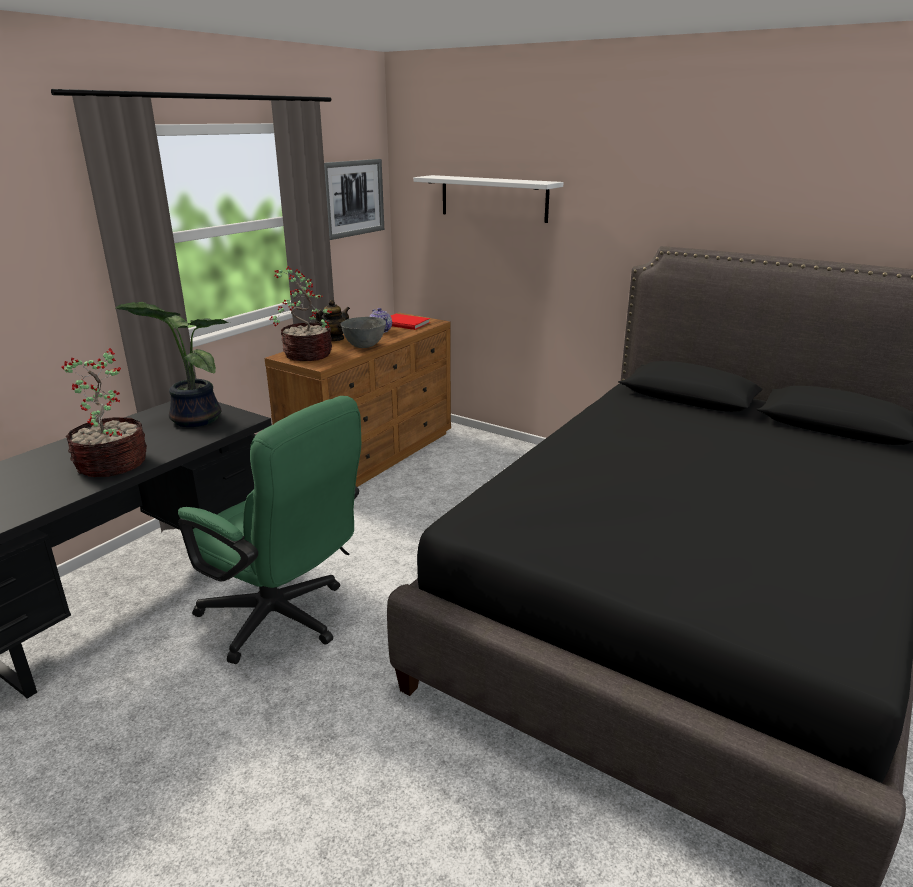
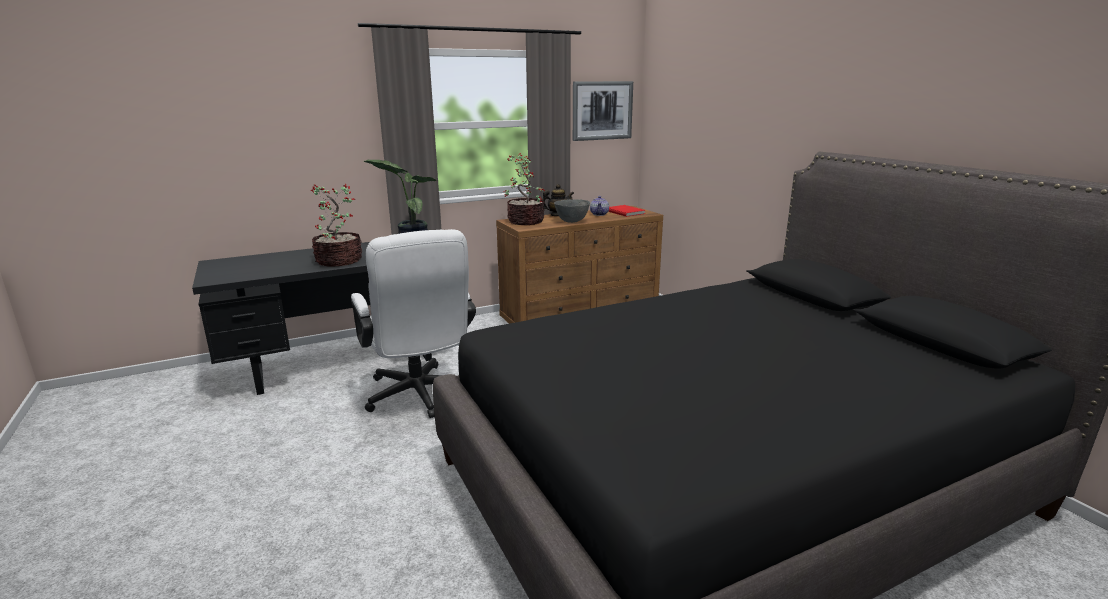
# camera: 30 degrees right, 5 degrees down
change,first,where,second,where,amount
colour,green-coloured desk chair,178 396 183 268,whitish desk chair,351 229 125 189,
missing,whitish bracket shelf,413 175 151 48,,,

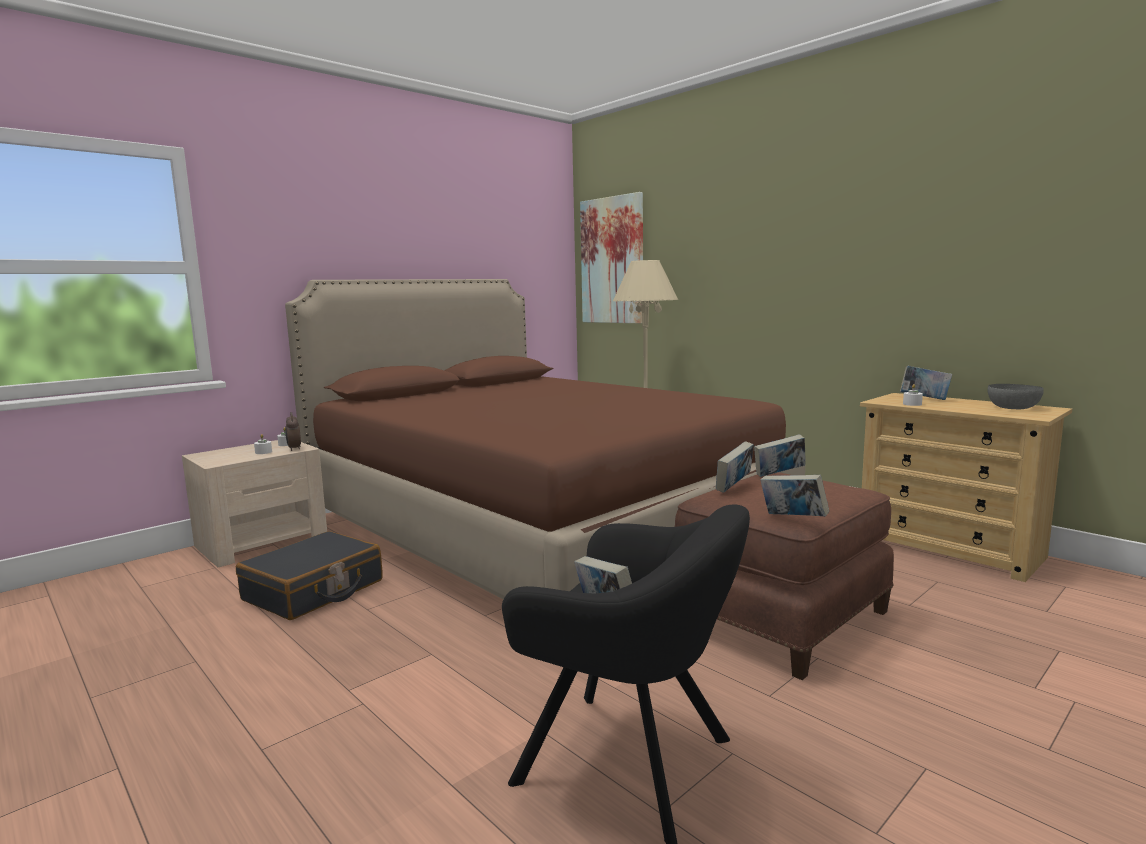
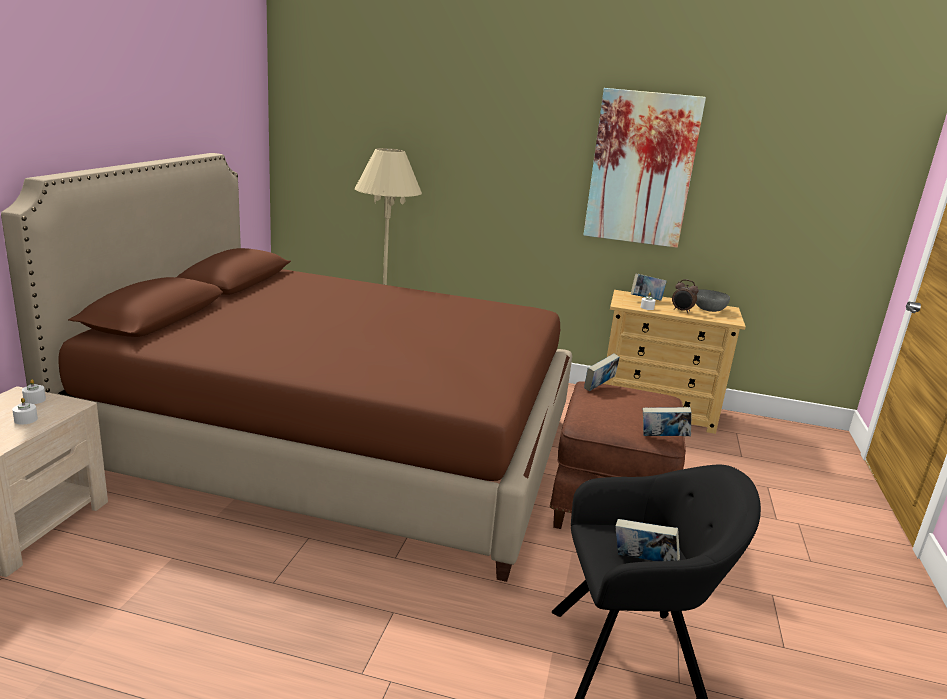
# camera: 35 degrees left, 10 degrees up
change,first,where,second,where,amount
missing,blackish suitcase,236 531 147 89,,,
relocated,alarm clock,285 412 16 39,,672 279 27 34,
relocated,picture,580 192 63 132,,583 88 123 160,
missing,book,716 441 38 52,,,

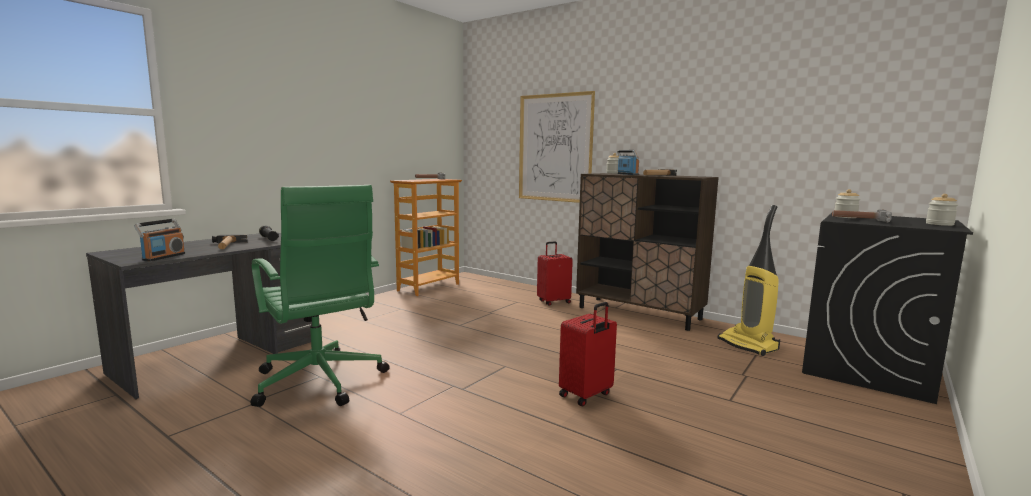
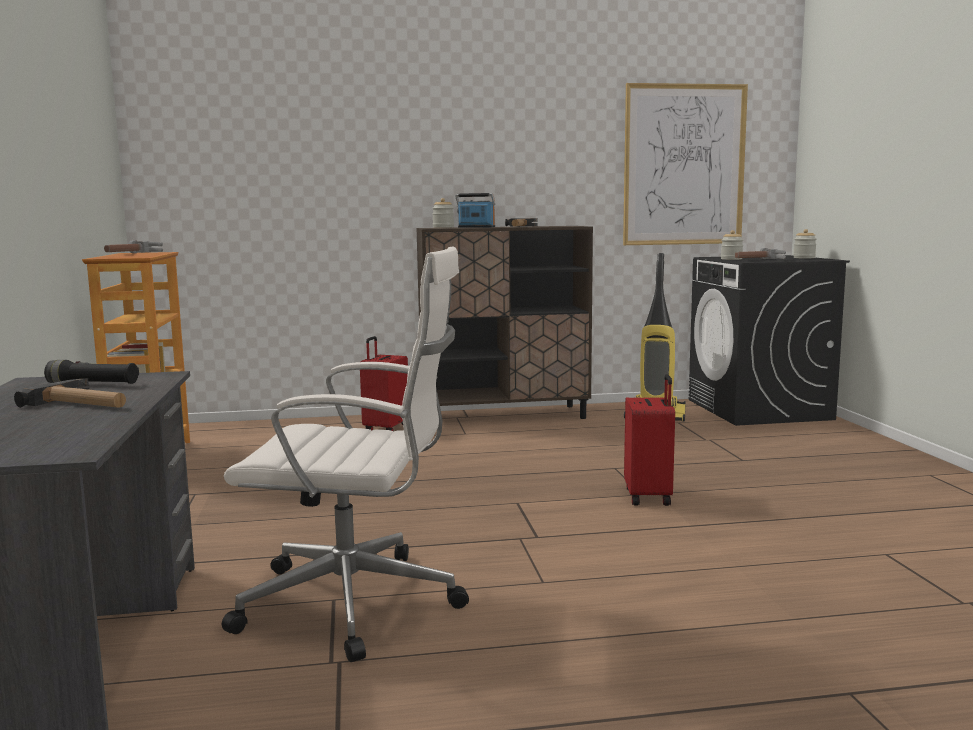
# camera: 45 degrees left, 0 degrees up
change,first,where,second,where,amount
missing,radio,134 219 51 42,,,
colour,green-coloured desk chair,250 185 140 222,whitish desk chair,222 247 247 415,
relocated,picture,519 91 76 112,,623 83 125 162,

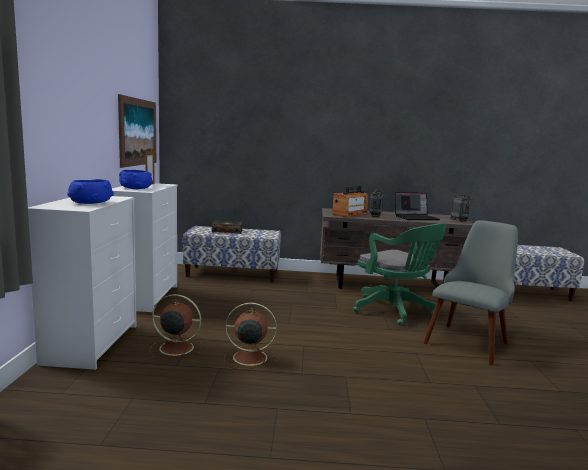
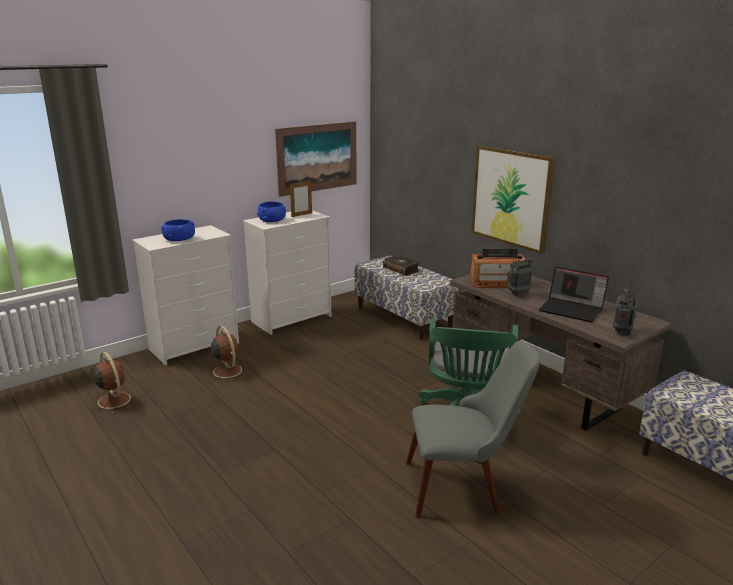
# camera: 50 degrees right, 10 degrees up
change,first,where,second,where,amount
relocated,brown-coloured cooling fan,224 303 53 67,,88 352 50 61,
appeared,,,picture,471 145 84 109,

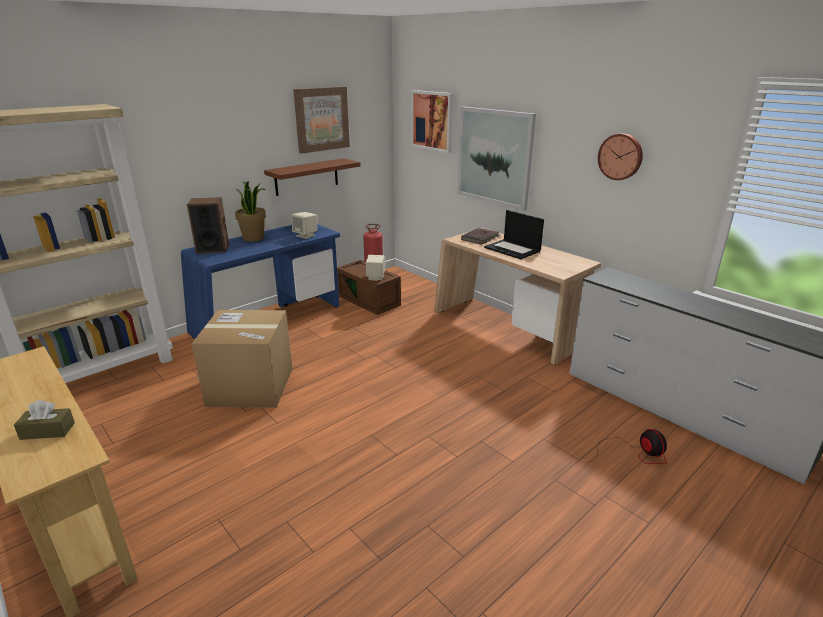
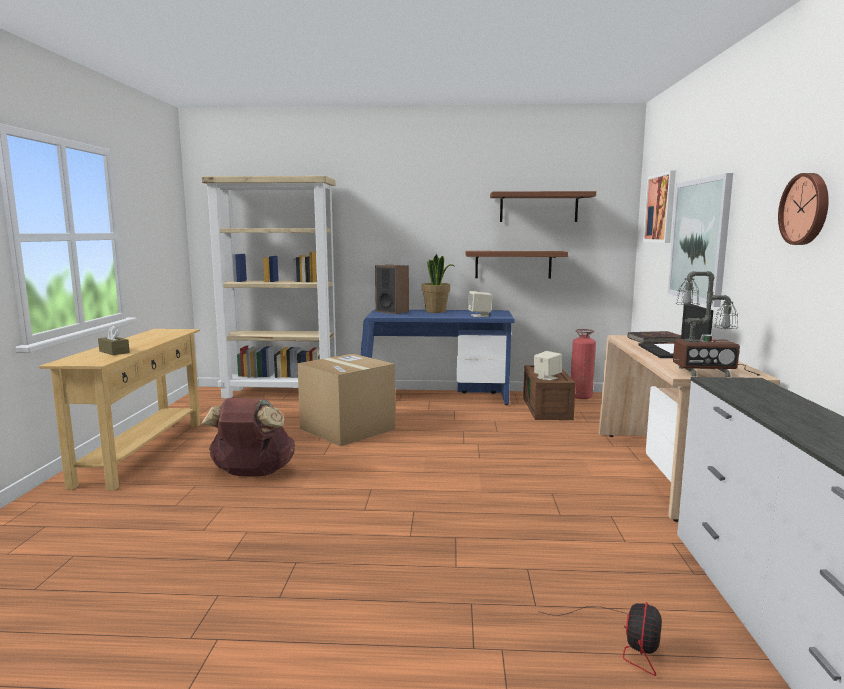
# camera: 45 degrees right, 15 degrees down
change,first,where,second,where,amount
exchanged,picture,293 87 57 67,bracket shelf,490 191 106 31,
appeared,,,brown-coloured knapsack,202 398 93 79,
appeared,,,tabletop lamp,673 271 87 106,

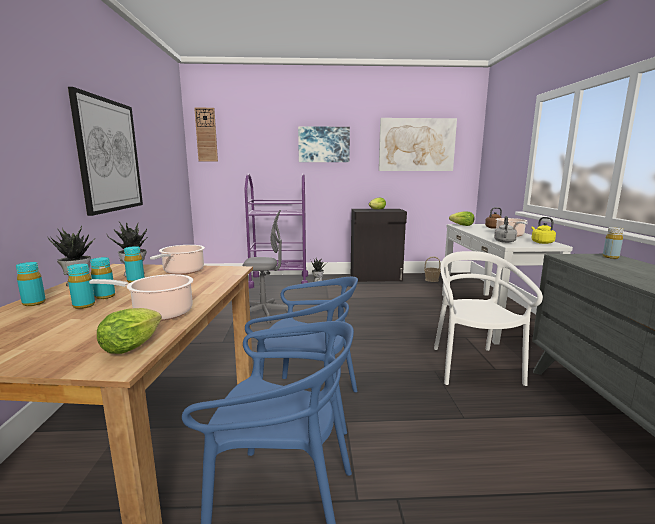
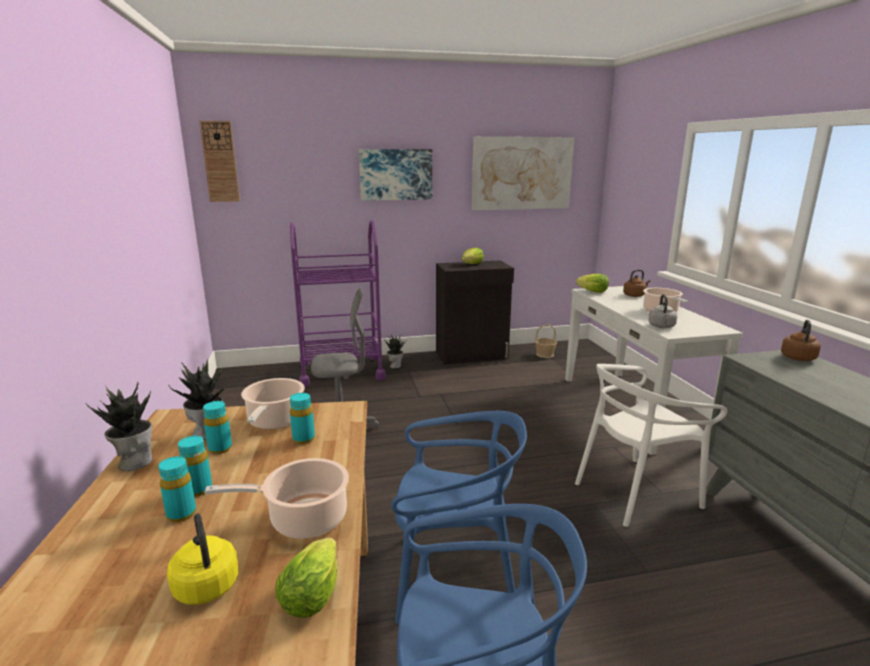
# camera: 10 degrees left, 5 degrees up
change,first,where,second,where,amount
relocated,turquoise-coloured bottle,16 262 30 44,,290 393 25 51,
missing,picture,68 87 75 129,,,
spun,whitish chair,434 251 109 135,,575 364 152 163,105 degrees counterclockwise
relocated,yellow water kettle,531 217 25 27,,167 513 72 92,
exchanged,yellow bottle,603 227 21 32,brown-coloured water kettle,781 320 40 41,

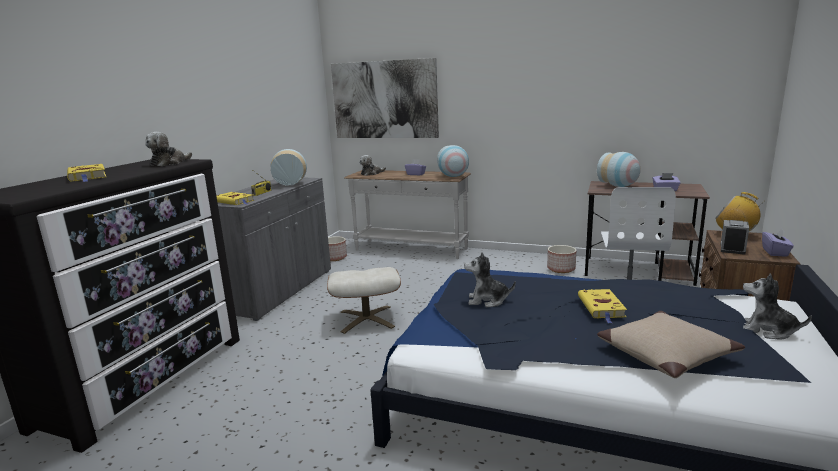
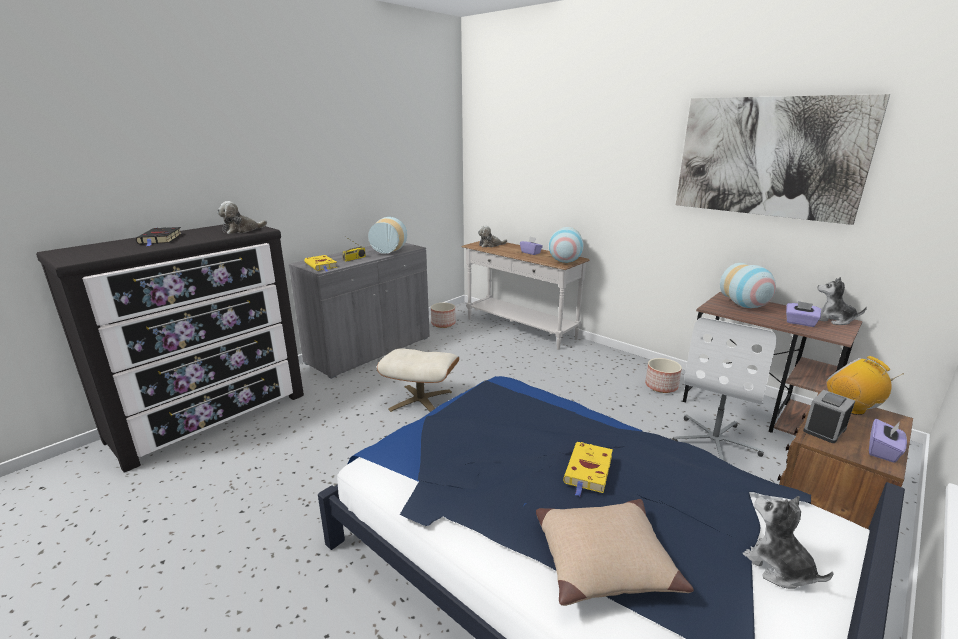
# camera: 20 degrees right, 5 degrees up
change,first,where,second,where,amount
colour,yellow book,67 164 39 18,blackish book,136 227 46 19,
relocated,picture,331 58 108 80,,676 94 214 131,
relocated,plush toy,464 252 52 55,,817 277 50 48,

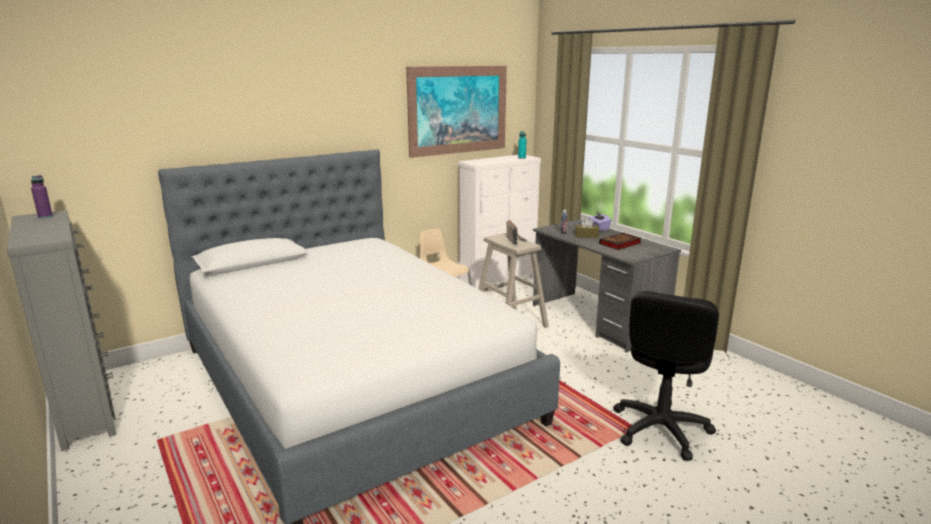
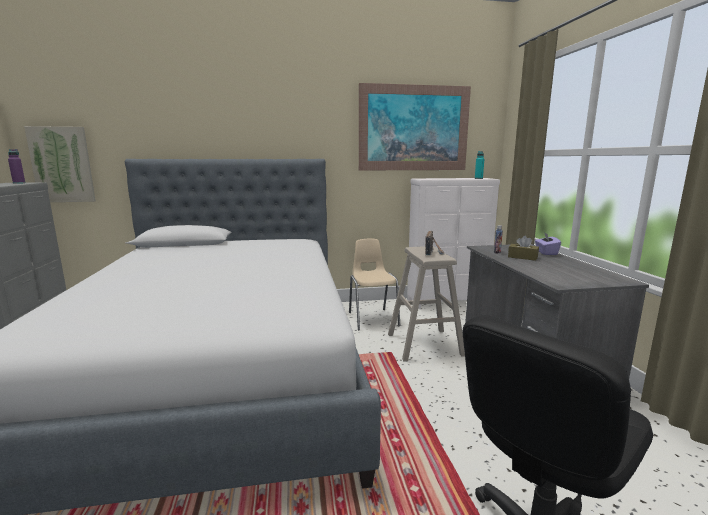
# camera: 25 degrees right, 5 degrees down
change,first,where,second,where,amount
missing,book,599 232 42 18,,,
appeared,,,picture,24 126 72 76,

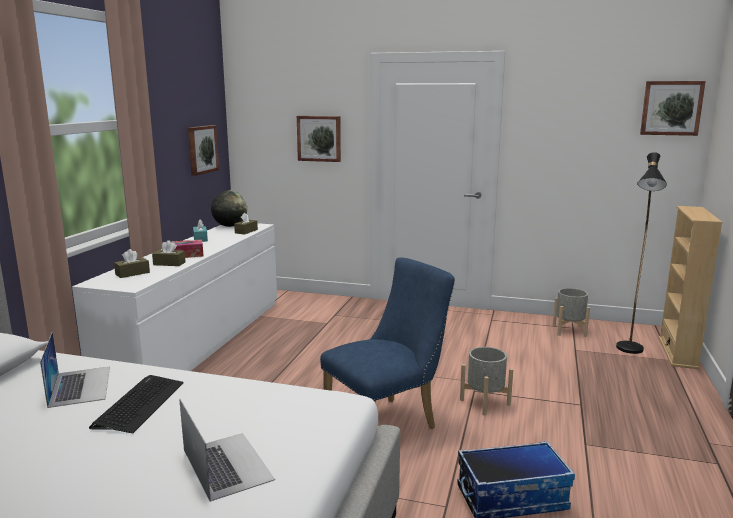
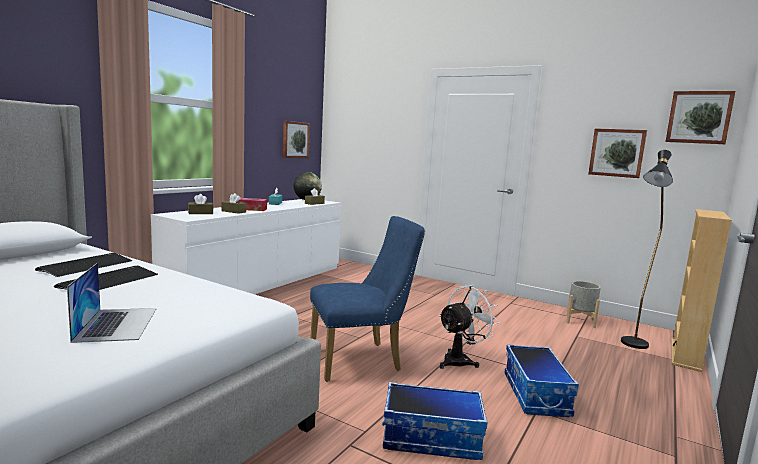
# camera: 15 degrees right, 5 degrees down
change,first,where,second,where,amount
exchanged,notebook computer,40 332 70 76,PC keyboard,35 253 97 24,
relocated,picture,297 116 44 46,,588 128 59 50,
exchanged,grey plant pot,460 347 53 68,whitish cooling fan,439 285 61 84,
appeared,,,storage container,504 344 75 73,

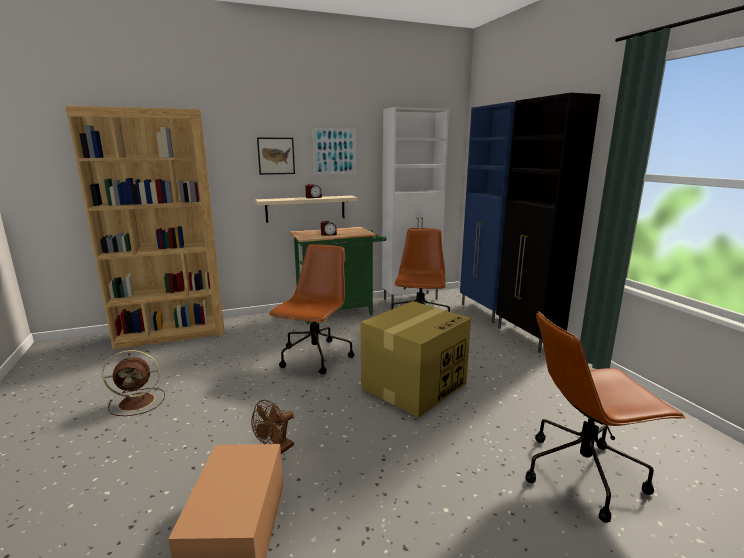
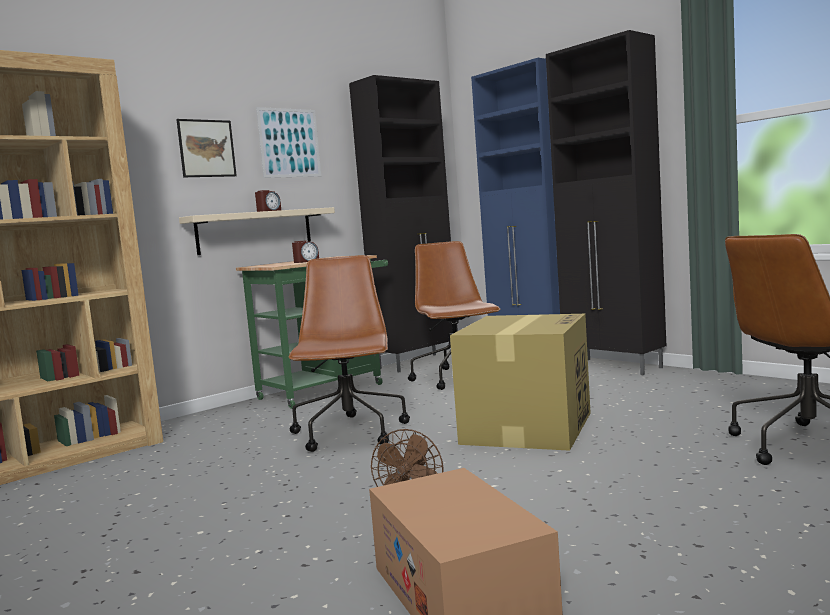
# camera: 20 degrees left, 10 degrees down
change,first,where,second,where,amount
missing,brown-coloured cooling fan,102 350 63 66,,,
colour,whitish cupboard,382 107 67 199,blackish cupboard,349 75 109 297,

